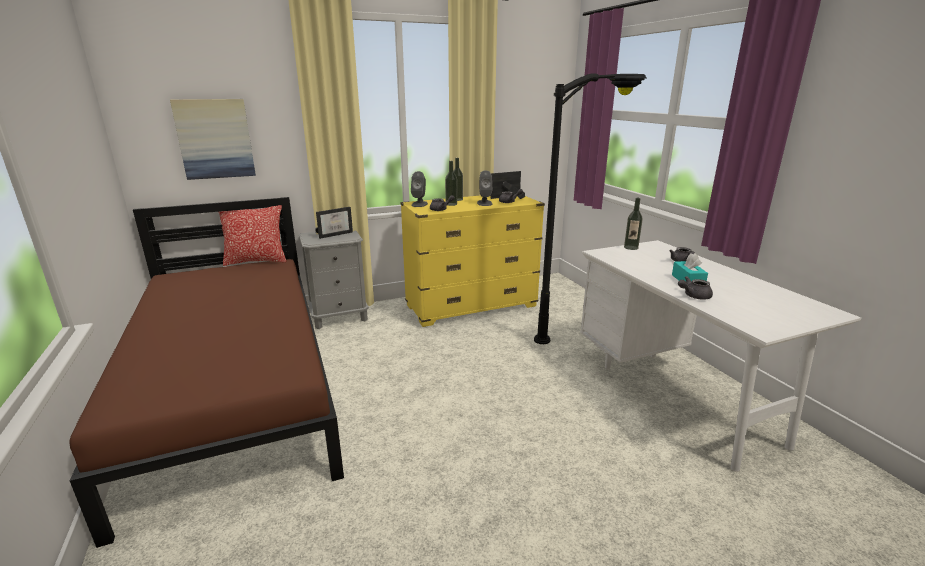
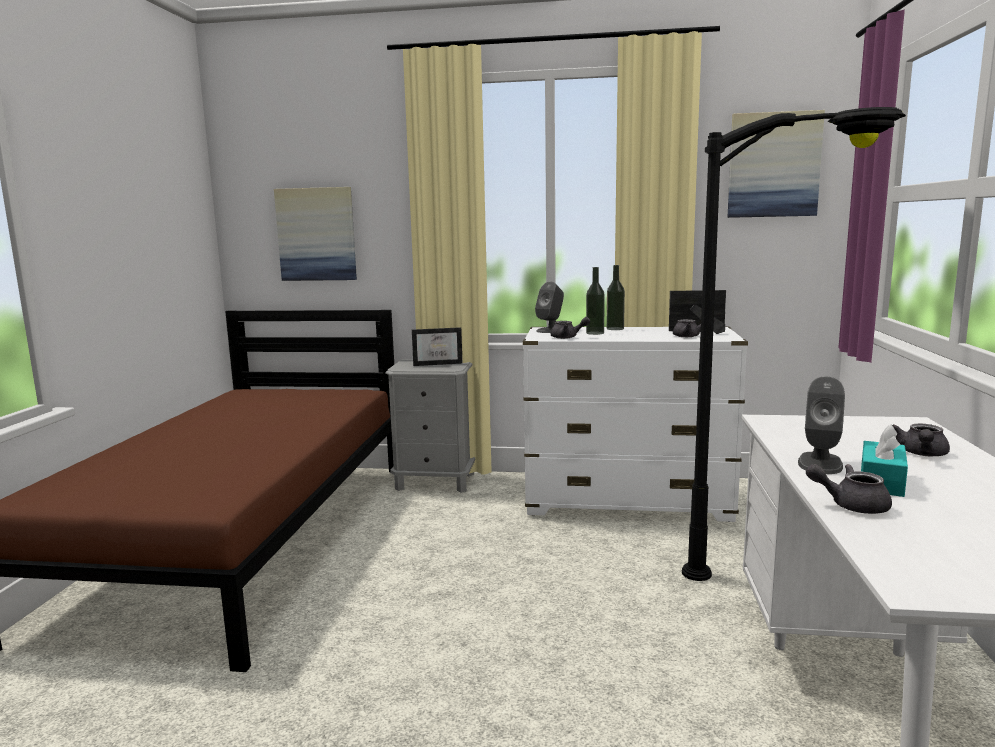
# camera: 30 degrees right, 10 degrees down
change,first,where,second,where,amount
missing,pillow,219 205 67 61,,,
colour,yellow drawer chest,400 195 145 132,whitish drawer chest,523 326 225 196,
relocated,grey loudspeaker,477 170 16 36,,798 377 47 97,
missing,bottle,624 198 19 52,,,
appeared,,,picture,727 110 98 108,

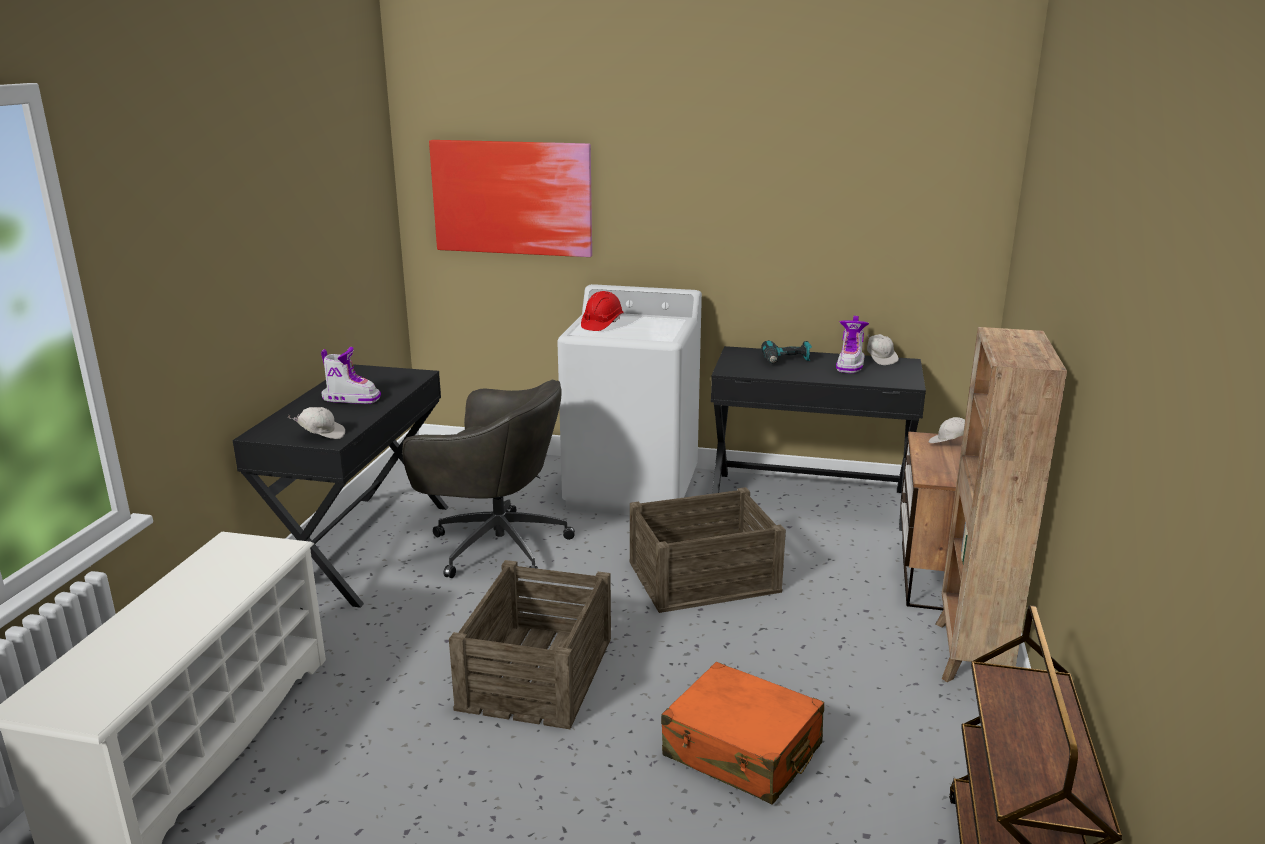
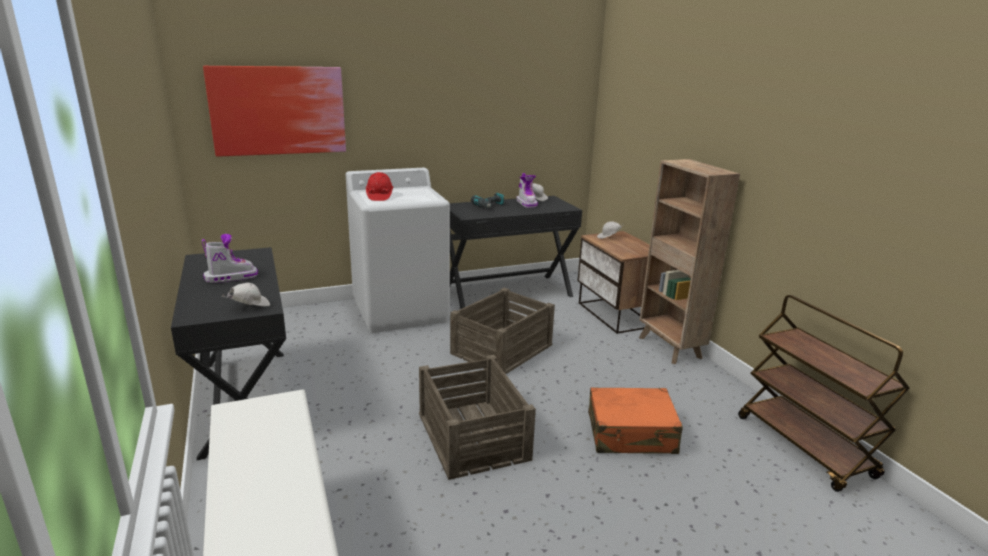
# camera: 35 degrees left, 0 degrees up
change,first,where,second,where,amount
missing,grey desk chair,402 380 173 198,,,

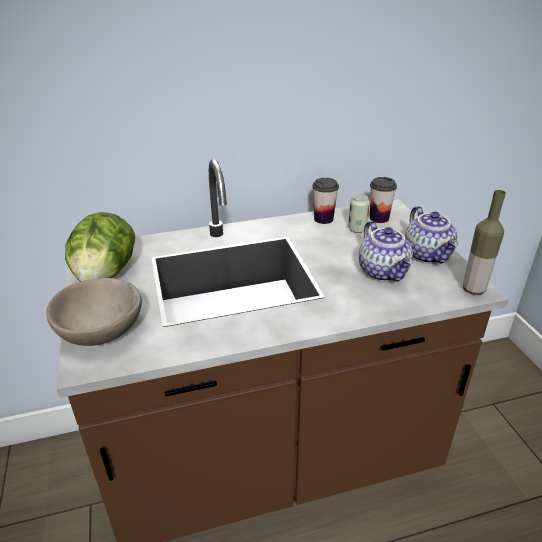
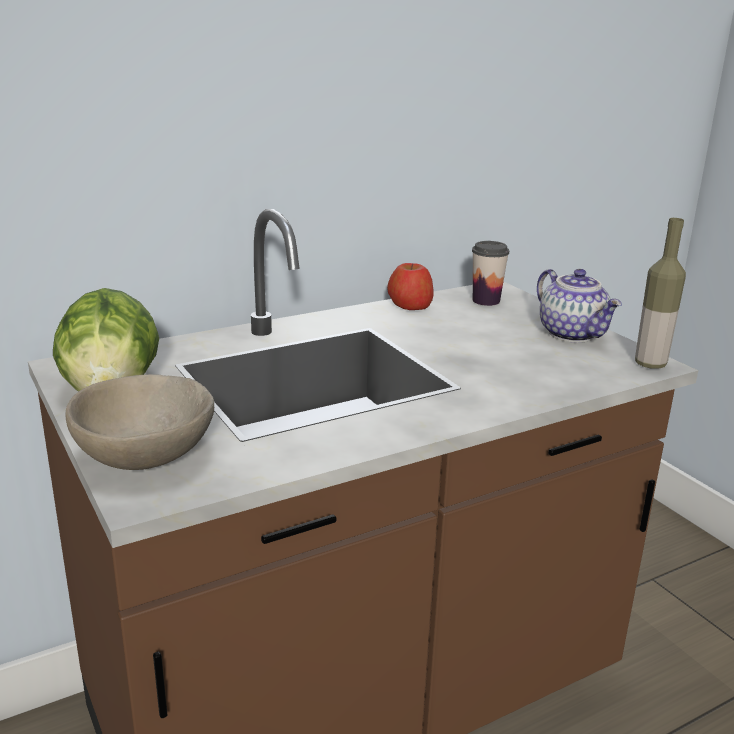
# camera: 15 degrees left, 10 degrees down
change,first,where,second,where,amount
exchanged,drinking cup,312 178 27 46,whole apple,387 263 46 47,
missing,metal can,348 194 22 39,,,
missing,pot for tea,359 221 54 61,,,

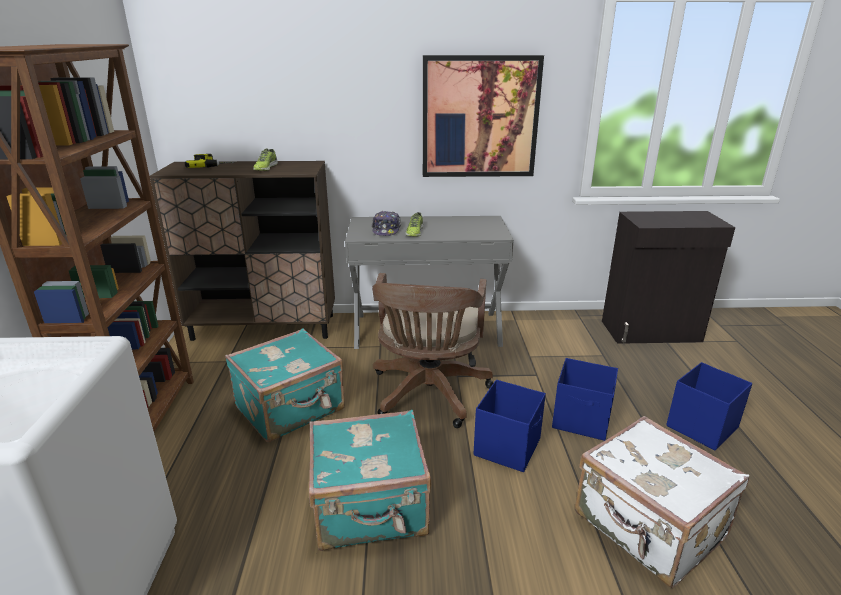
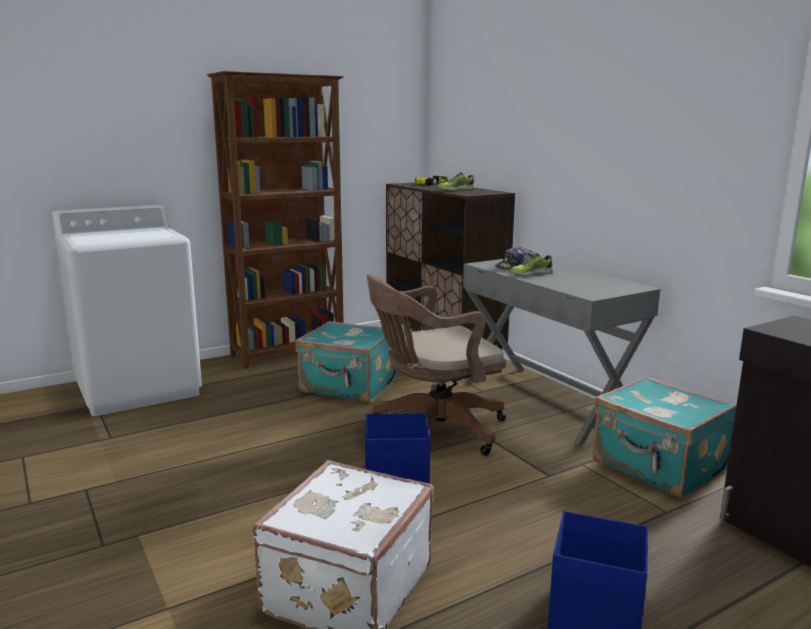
# camera: 60 degrees right, 10 degrees down
change,first,where,second,where,amount
relocated,turquoise-coloured suitcase,309 410 122 141,,593 376 144 123,
missing,picture,423 55 121 122,,,
missing,bluish storage container,552 358 66 83,,,

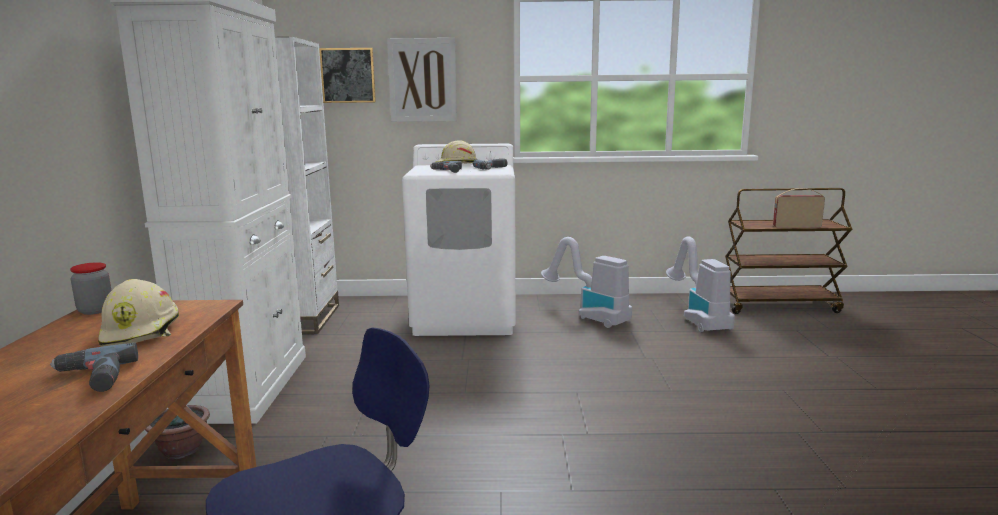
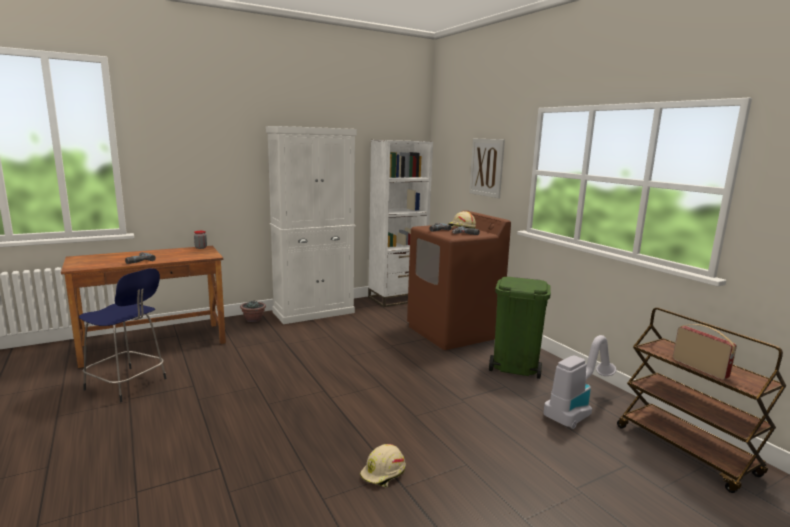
# camera: 60 degrees right, 0 degrees up
change,first,where,second,where,amount
relocated,beige work helmet,98 279 81 68,,360 444 46 43,
missing,picture,319 48 57 55,,,
colour,whitish laundry appliance,402 144 114 192,brown-coloured laundry appliance,407 210 104 140,
exchanged,hoover,541 237 91 91,green-coloured waste bin,489 277 62 102,

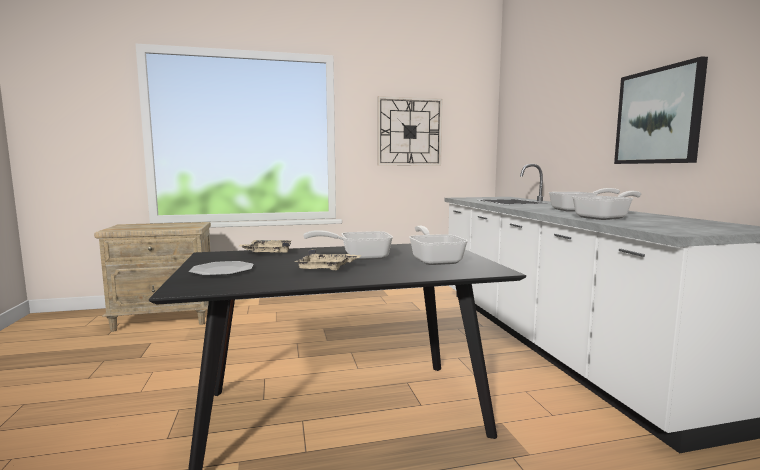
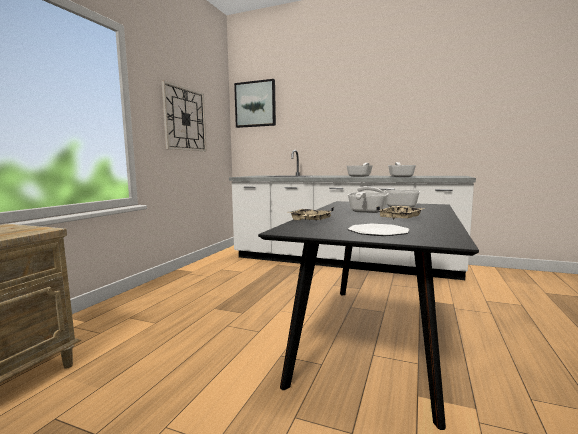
# camera: 55 degrees left, 0 degrees up
change,first,where,second,where,amount
relocated,picture,614 56 94 108,,234 79 42 49,

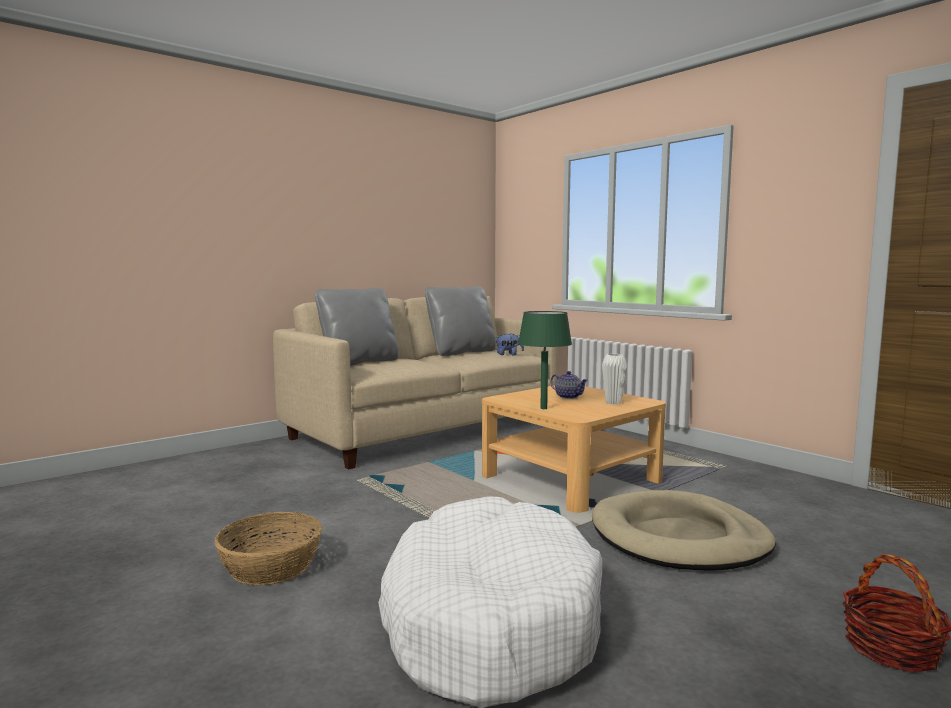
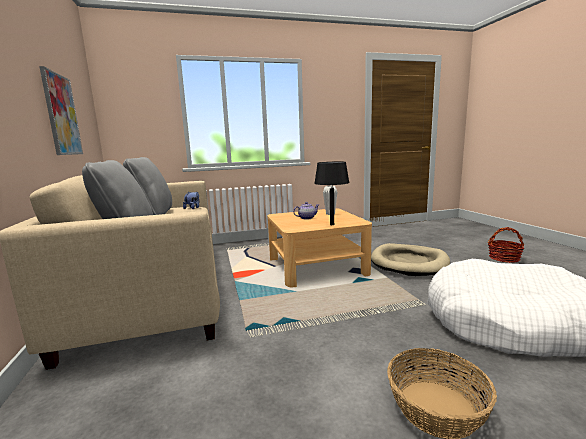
# camera: 65 degrees left, 5 degrees up
change,first,where,second,where,amount
colour,green-coloured tabletop lamp,518 311 54 98,blackish tabletop lamp,314 162 36 63,
appeared,,,picture,39 66 44 89,

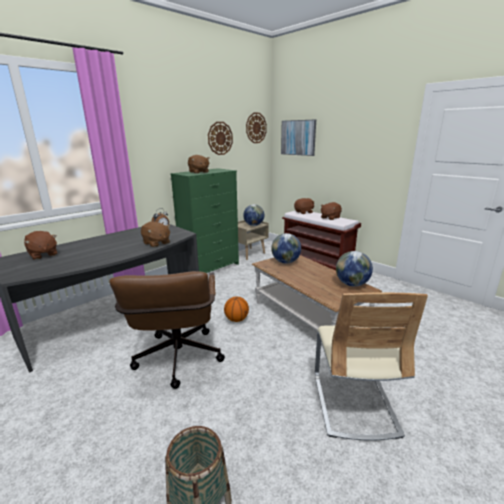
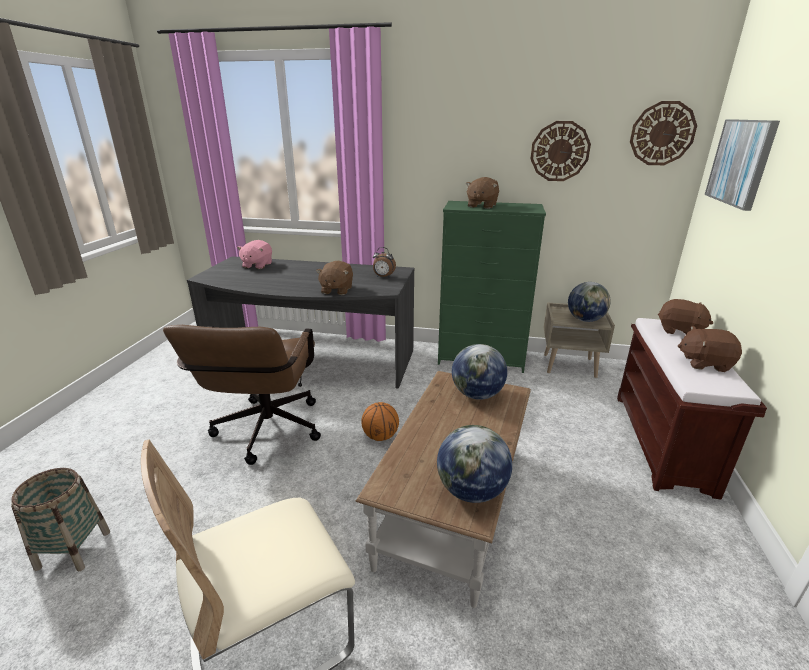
# camera: 55 degrees right, 5 degrees up
change,first,where,second,where,amount
colour,brown-coloured plush toy,24 231 33 29,pink-coloured plush toy,237 240 35 29,
spun,brown-coloured desk chair,109 271 116 118,,163 325 158 140,45 degrees counterclockwise

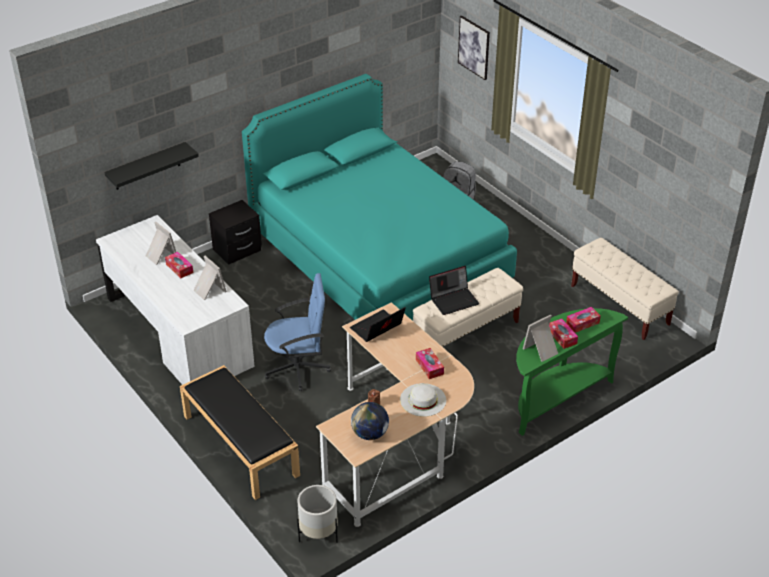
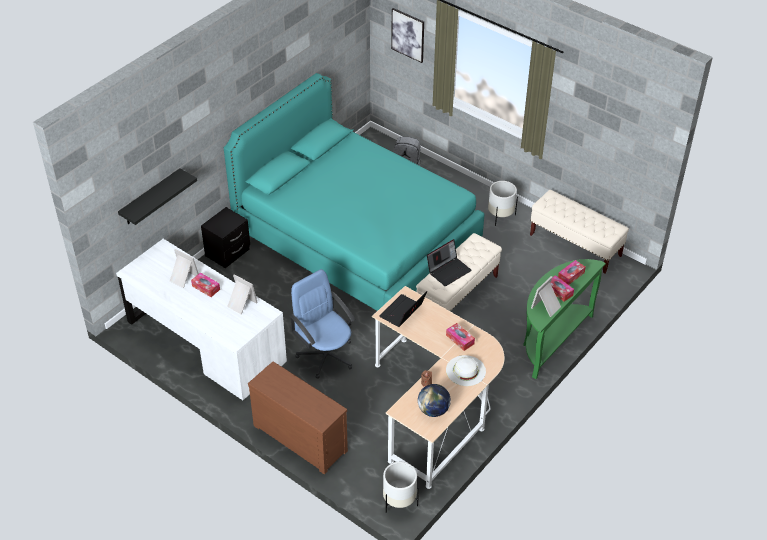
# camera: 15 degrees left, 5 degrees up
change,first,where,second,where,amount
exchanged,blackish indoor bench,180 365 120 135,brown-coloured drawer chest,248 362 100 112,
spun,bluish desk chair,264 273 67 118,,289 269 66 110,105 degrees counterclockwise
appeared,,,whitish plant pot,488 181 30 45,

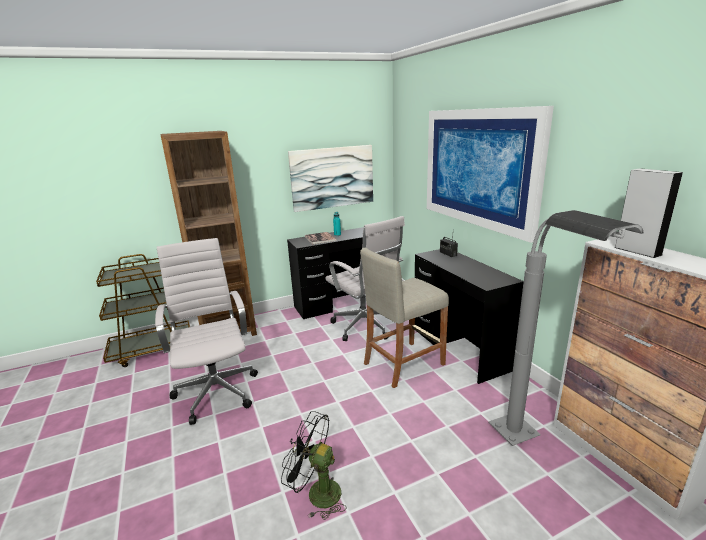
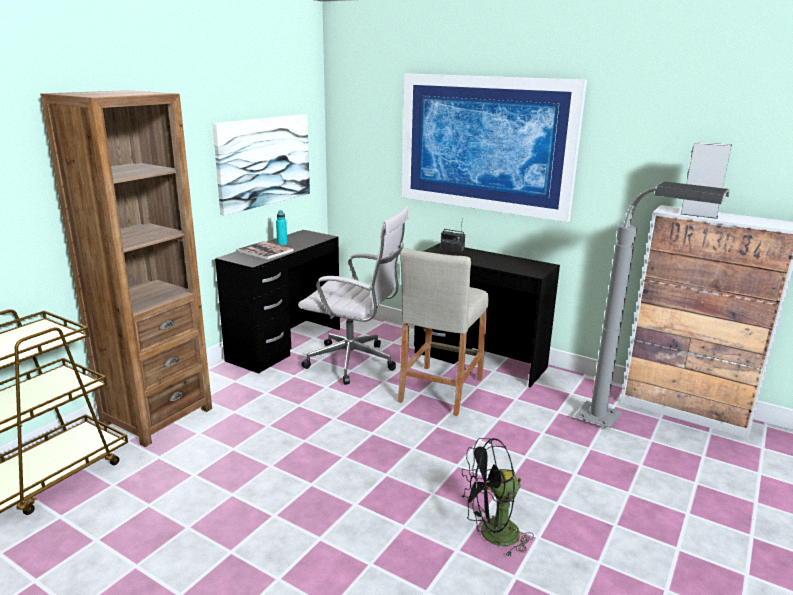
# camera: 35 degrees left, 0 degrees up
change,first,where,second,where,amount
missing,whitish desk chair,155 238 103 187,,,

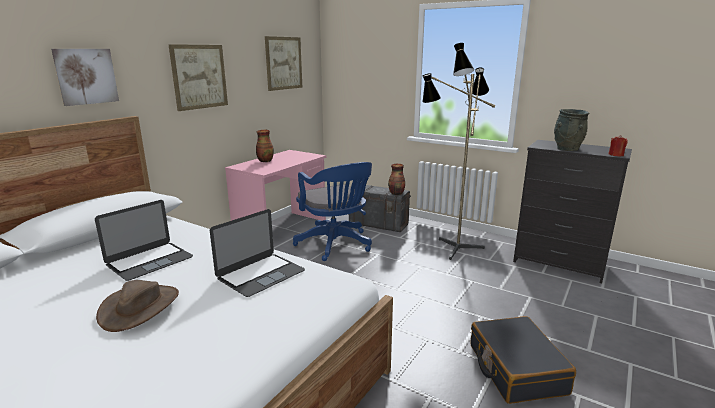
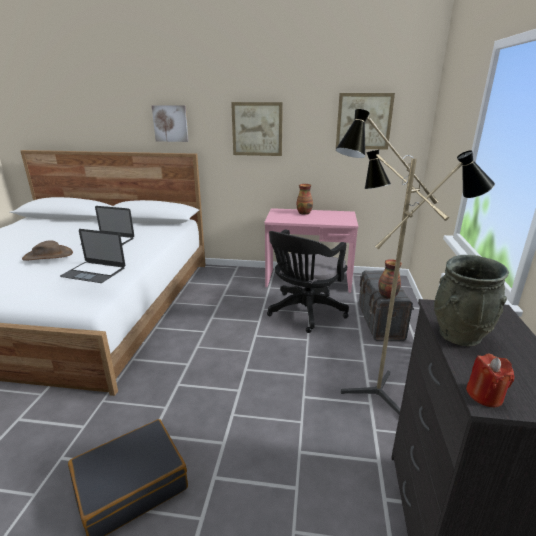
# camera: 65 degrees right, 5 degrees up
change,first,where,second,where,amount
colour,bluish desk chair,293 162 79 99,blackish desk chair,267 229 82 104,

